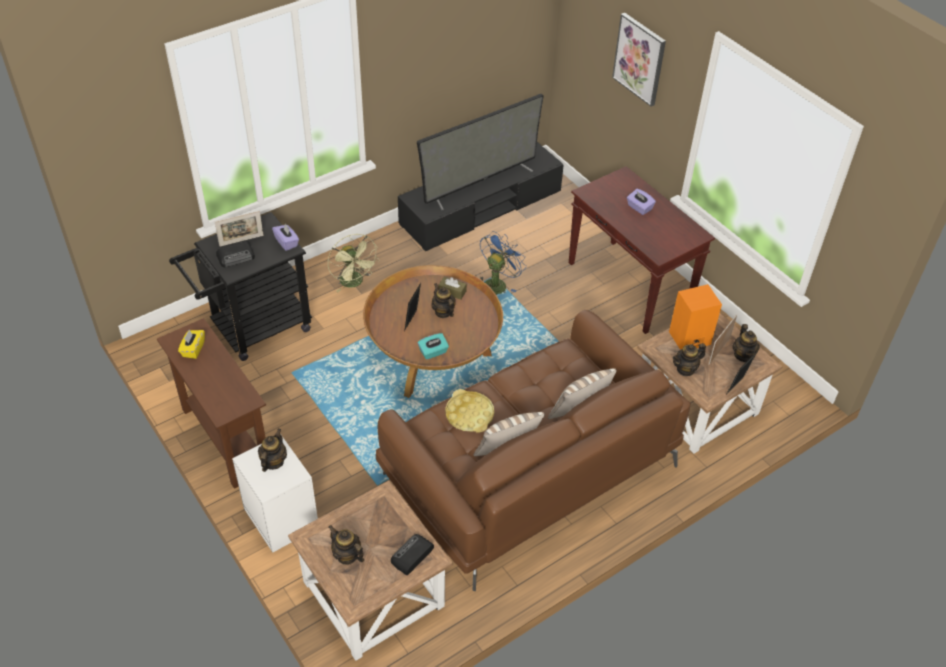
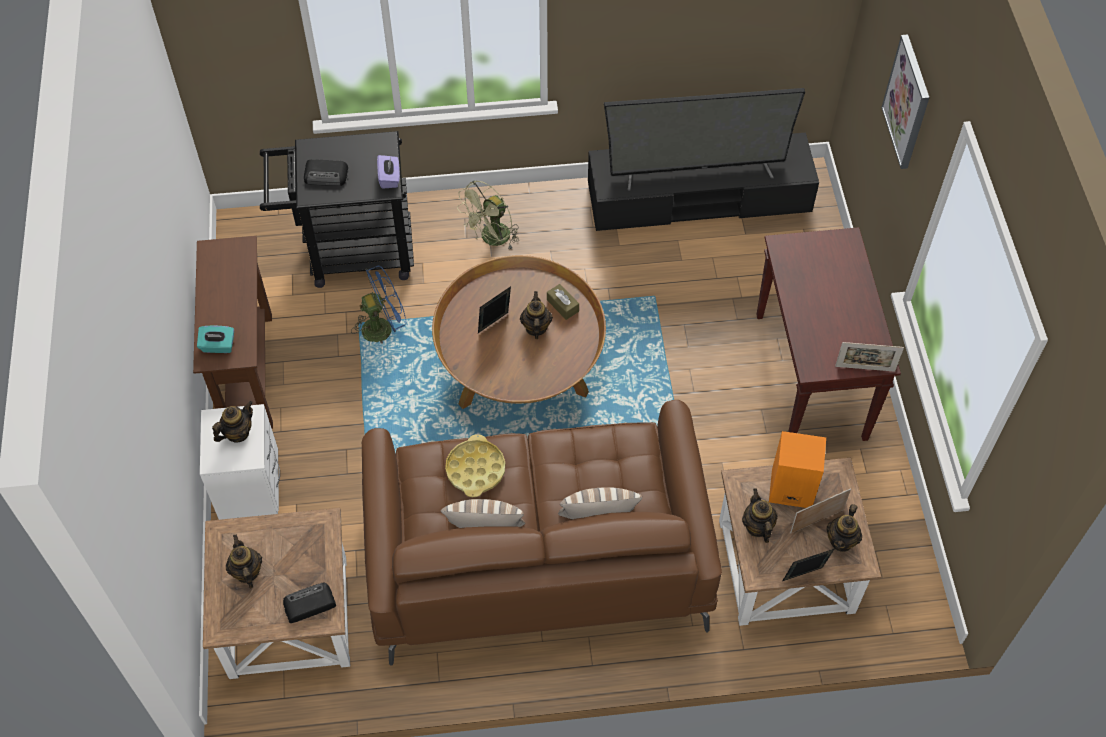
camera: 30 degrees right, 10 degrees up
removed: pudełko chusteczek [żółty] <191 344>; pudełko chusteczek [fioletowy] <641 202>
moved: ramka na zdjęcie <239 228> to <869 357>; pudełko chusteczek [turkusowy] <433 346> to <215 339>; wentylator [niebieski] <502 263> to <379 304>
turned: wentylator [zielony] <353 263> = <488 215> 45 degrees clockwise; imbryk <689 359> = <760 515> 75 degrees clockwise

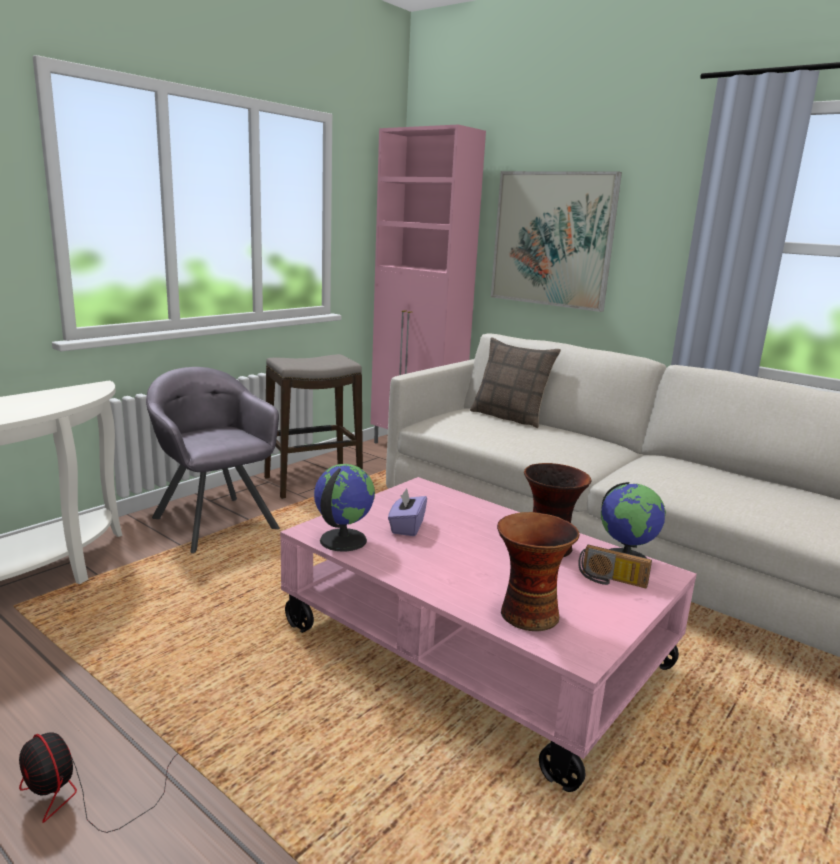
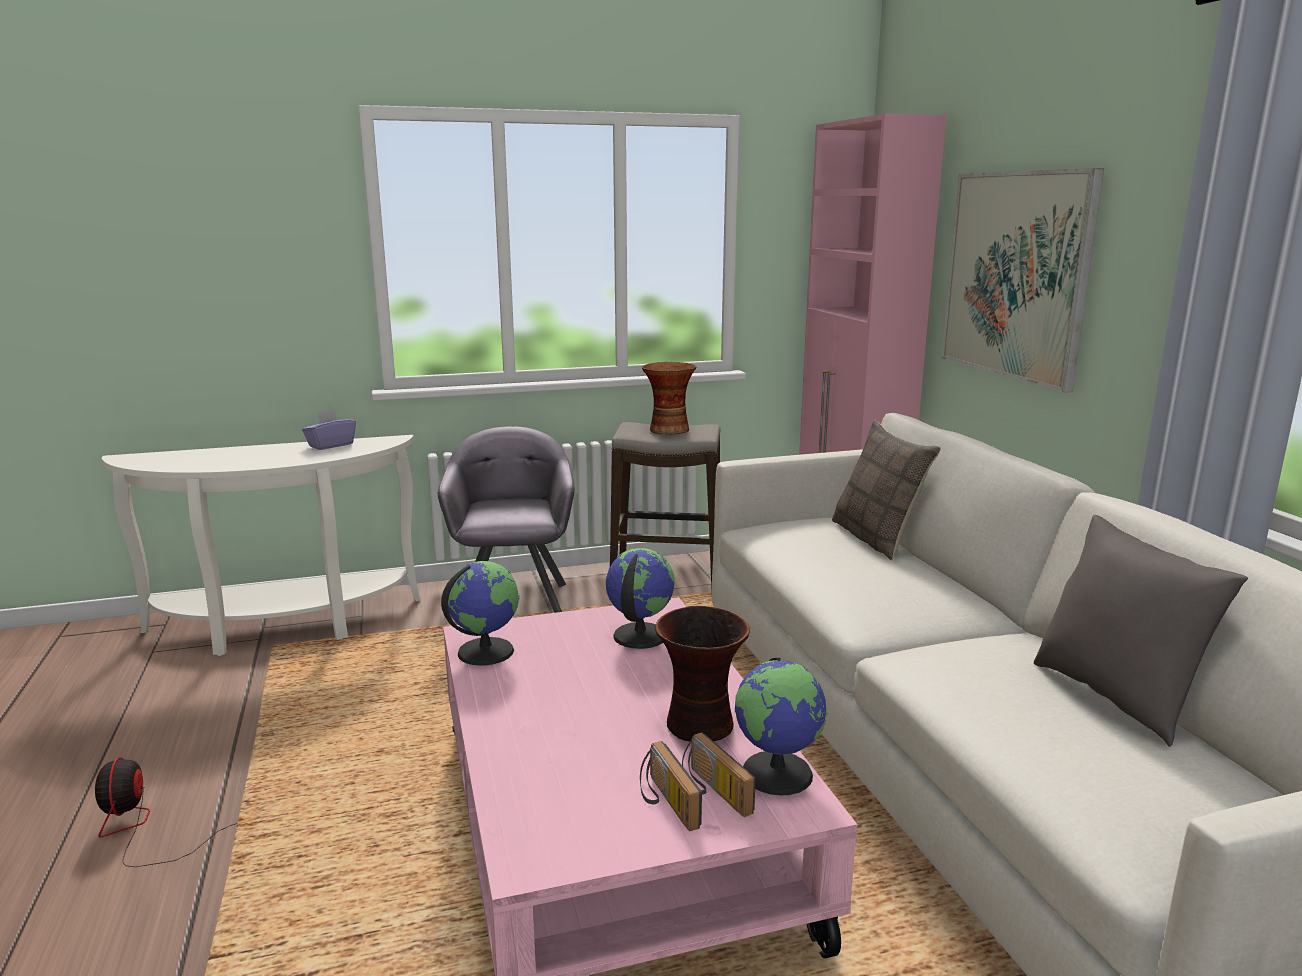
camera: 35 degrees right, 0 degrees up
added: globus <640 598>; radio <671 786>; poduszka [szary] <1141 631>
moved: pudełko chusteczek [fioletowy] <407 512> to <329 429>; wazon <538 571> to <669 398>

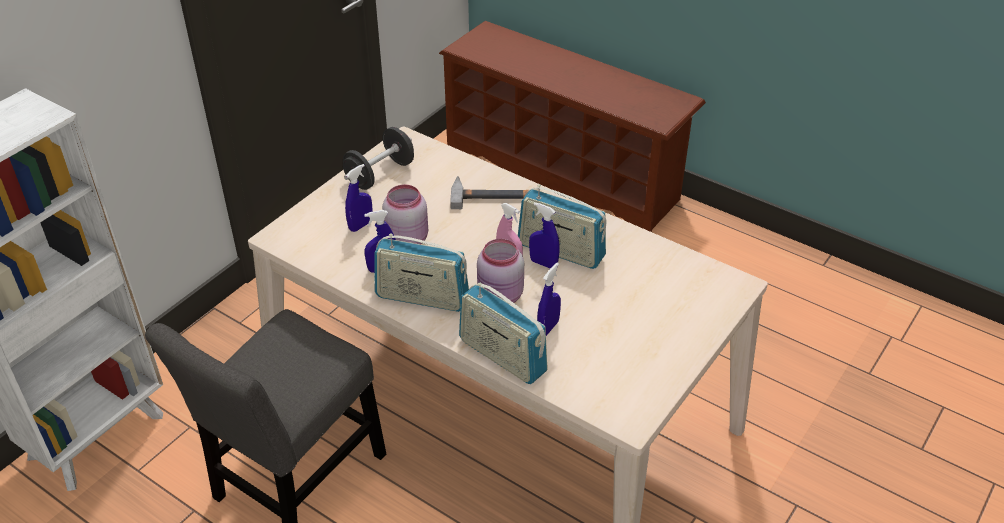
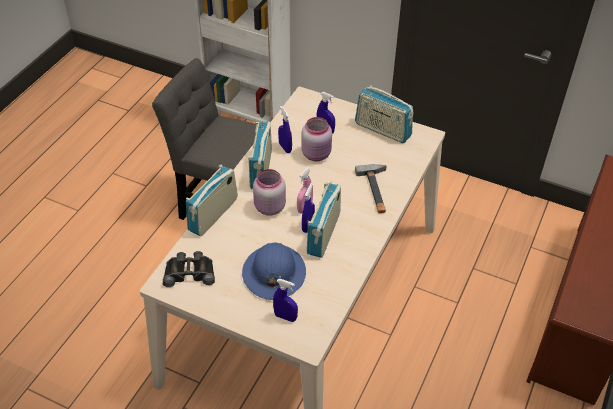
camera: 80 degrees right, 5 degrees up
added: lornetka [czarny] <189 269>; kask [niebieski] <274 271>
moved: spryskiwacz [niebieski] <549 299> to <285 300>
replaced: hantel [czarny] <378 158> to radio <384 114>

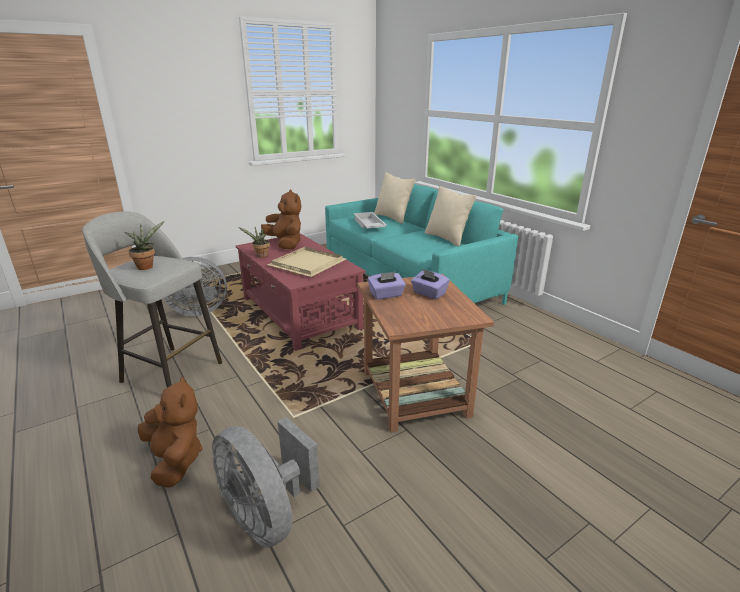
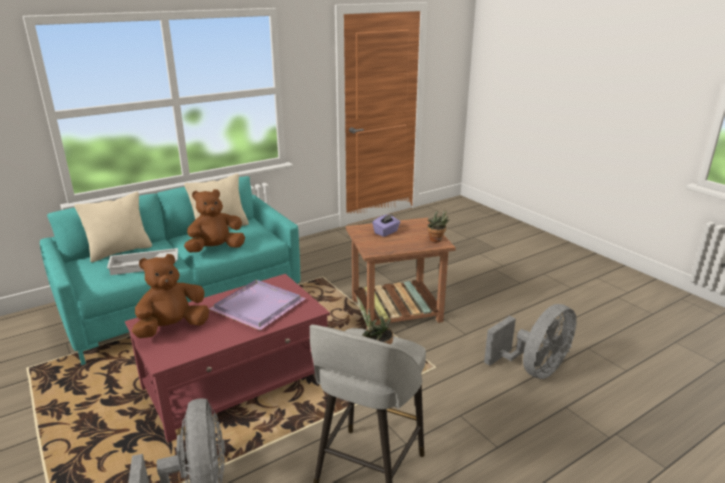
camera: 90 degrees left, 0 degrees up
removed: pudełko chusteczek [fioletowy] <387 286>
moved: pluszak [brązowy] <170 432> to <214 220>; roślina doniczkowa <254 242> to <438 225>
recoloured: taca [beżowy] <306 262> to taca [fioletowy] <257 304>

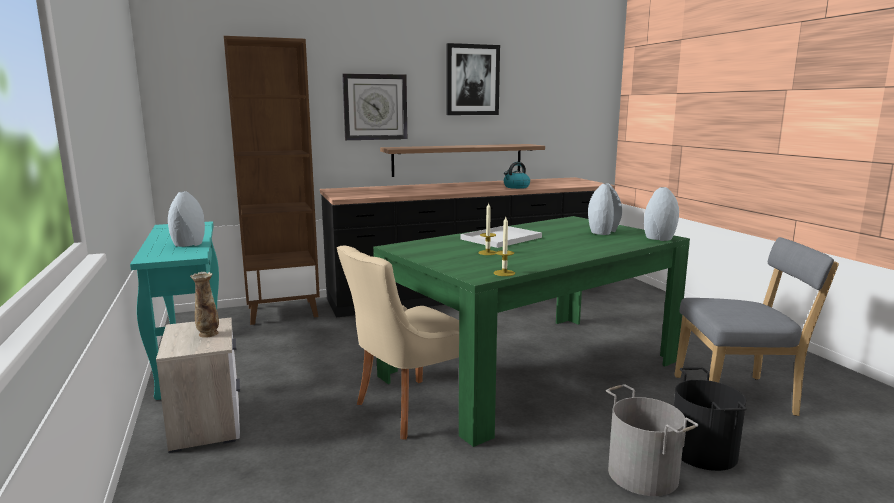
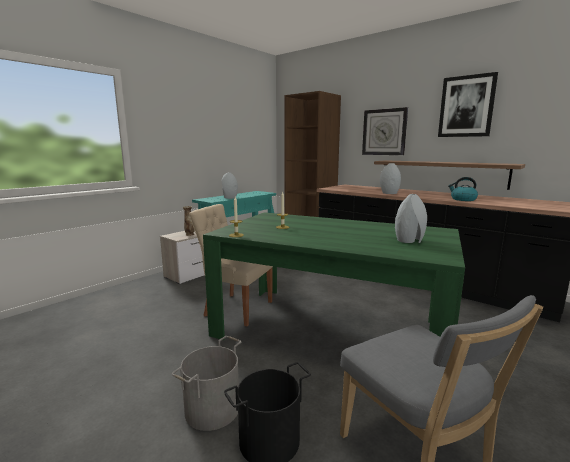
camera: 60 degrees right, 0 degrees up
removed: taca [biały] <501 237>
moved: wazon [szary] <661 214> to <390 178>

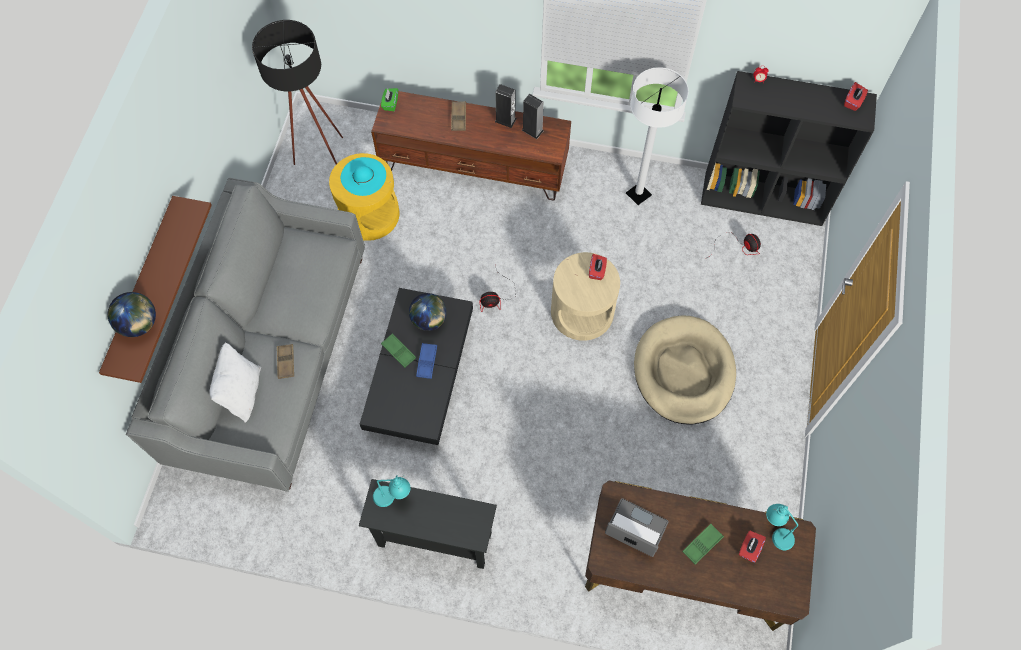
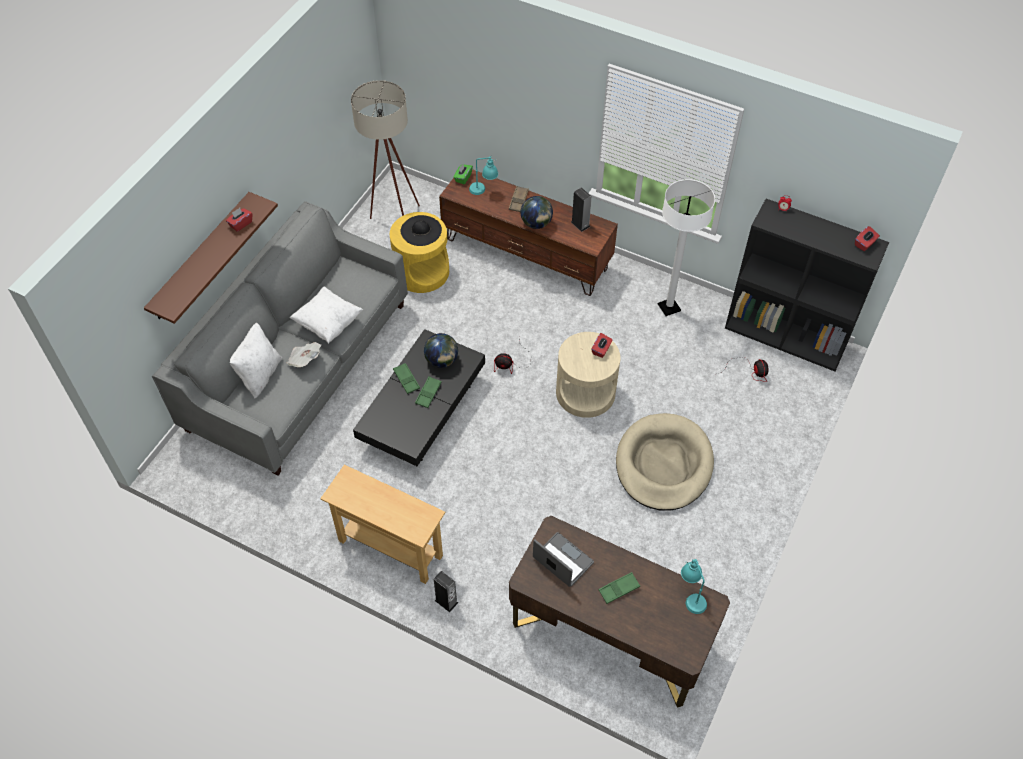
camera: 15 degrees right, 10 degrees down
added: poduszka [biały] <326 315>
moved: globus <131 314> to <537 212>; lampa stołowa [turkusowy] <392 491> to <483 175>; głośnik <505 106> to <446 591>; pudełko chusteczek [czerwony] <752 546> to <239 220>
replaced: taca [brązowy] <285 361> to gazeta <303 354>
recoloured: lampa stojąca [czarny] <297 92> to lampa stojąca [beżowy] <385 149>; kapelusz [turkusowy] <363 176> to kapelusz [czarny] <421 230>; stolik konsolowy [czarny] <428 524> to stolik konsolowy [beżowy] <382 524>; taca [niebieski] <426 361> to taca [zielony] <428 392>

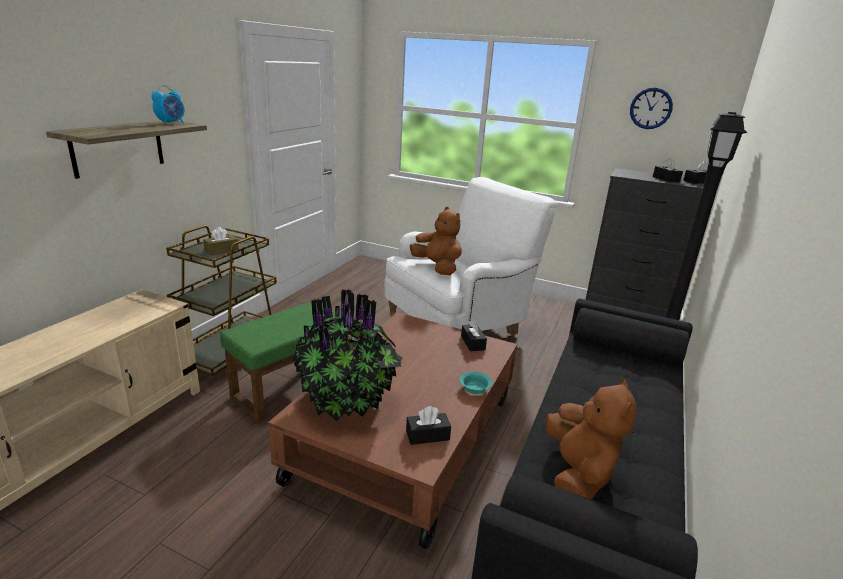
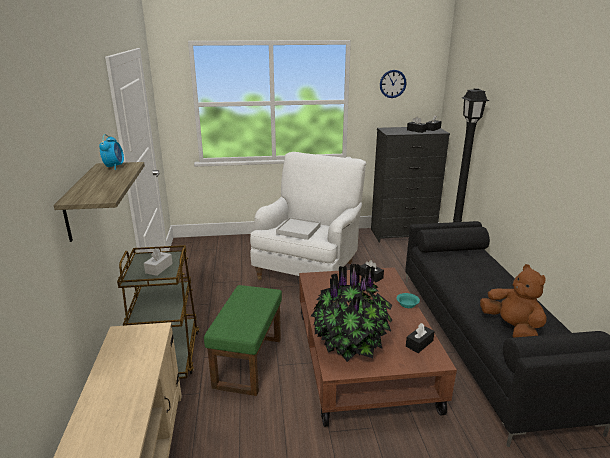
camera: 30 degrees left, 0 degrees up
replaced: pluszak [brązowy] <436 241> to taca [biały] <298 228>
recoloured: pudełko chusteczek [brązowy] <221 241> to pudełko chusteczek [biały] <158 262>

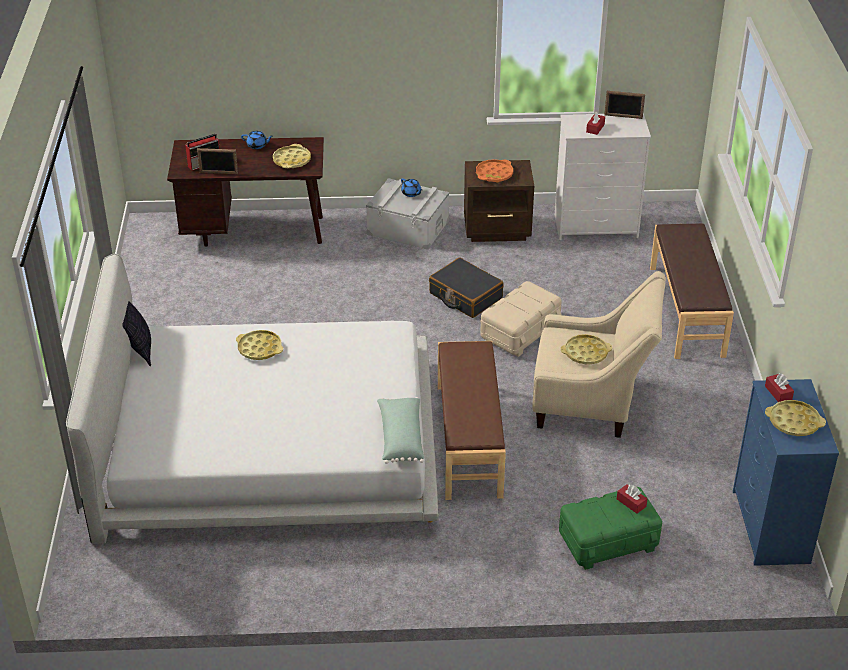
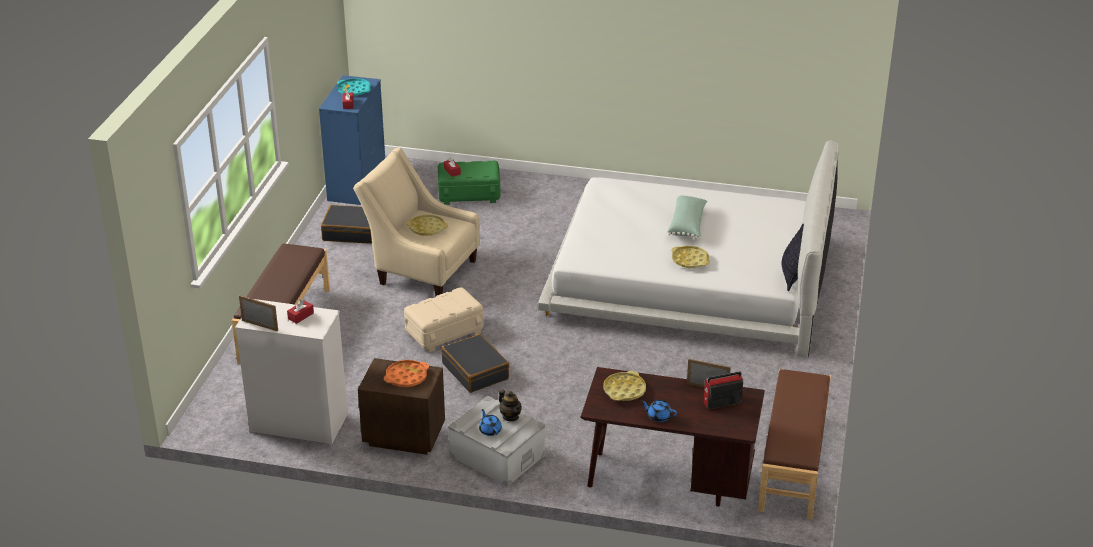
camera: 165 degrees left, 5 degrees down
added: walizka [czarny] <346 224>; imbryk <510 405>
moved: poduszka [zielony] <400 430> to <687 217>; ławka [brązowy] <472 420> to <794 444>
recoloured: taca [żółty] <795 418> to taca [turkusowy] <354 87>

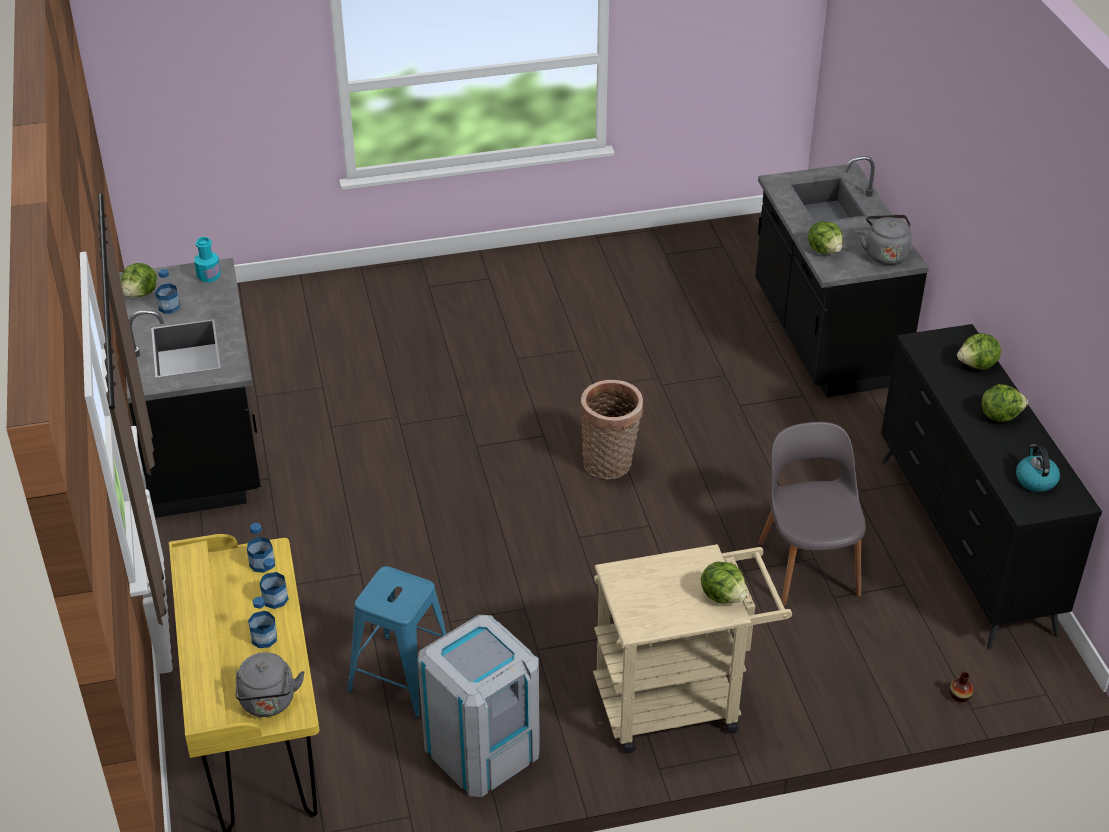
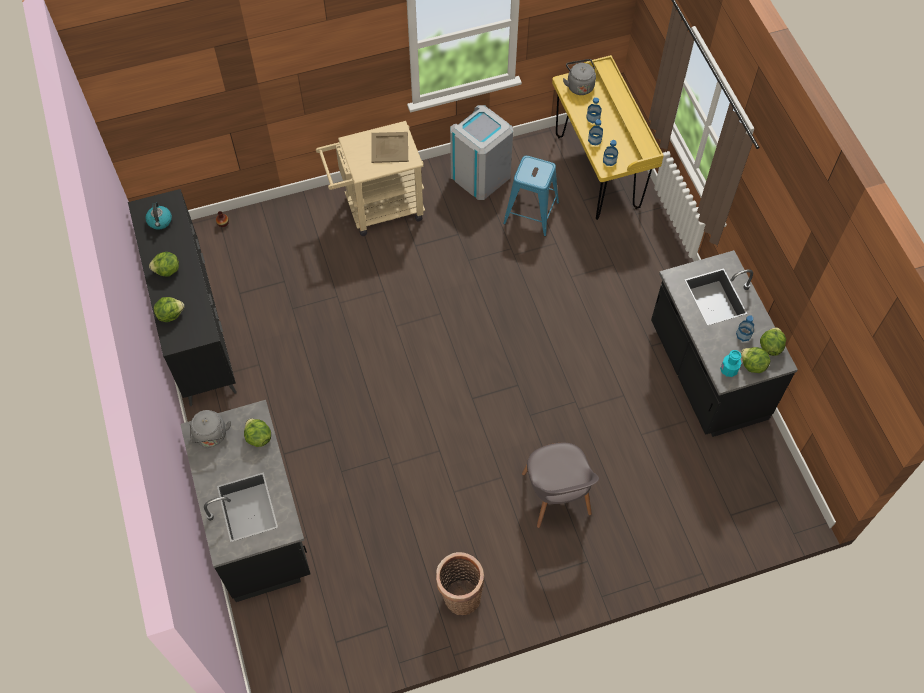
camera: 175 degrees right, 20 degrees up
added: taca [beżowy] <389 147>
moved: koszyk <611 429> to <460 583>; sałata <724 582> to <756 360>; krzesło [szary] <812 514> to <560 485>

